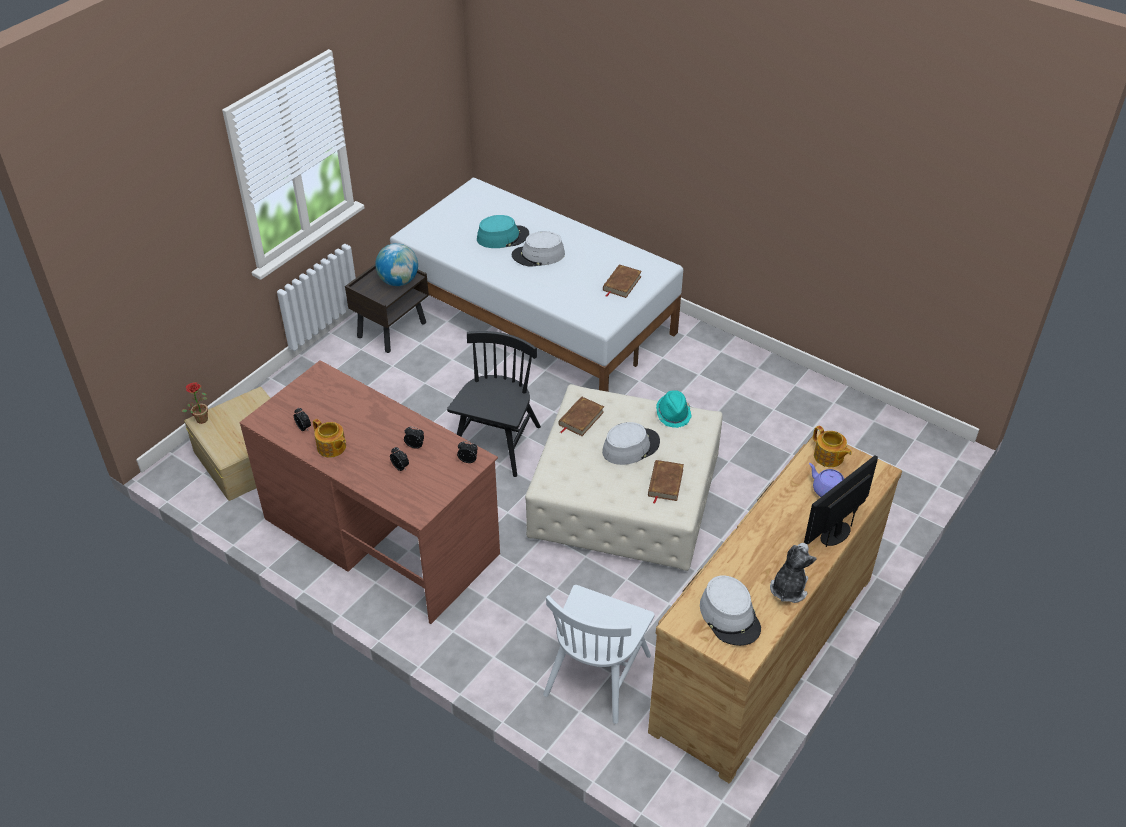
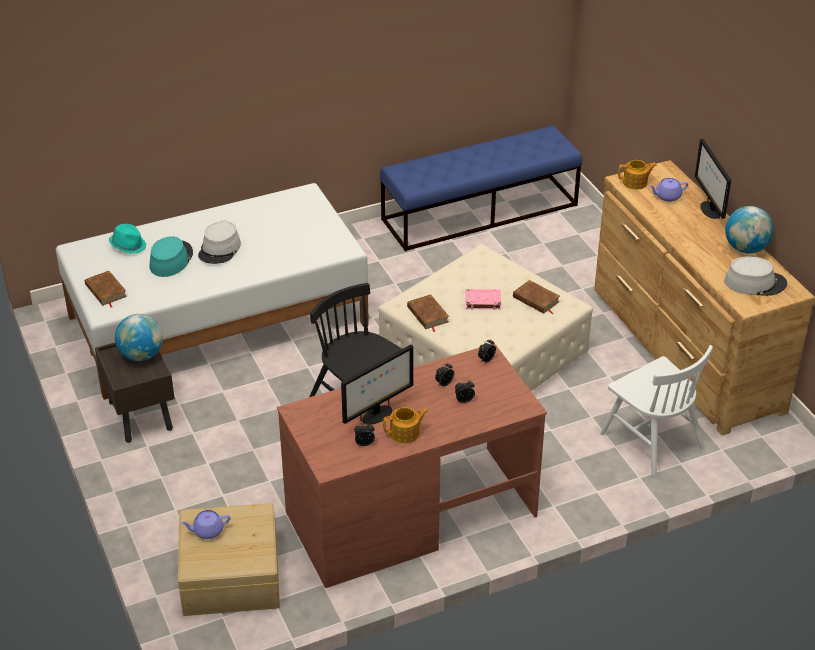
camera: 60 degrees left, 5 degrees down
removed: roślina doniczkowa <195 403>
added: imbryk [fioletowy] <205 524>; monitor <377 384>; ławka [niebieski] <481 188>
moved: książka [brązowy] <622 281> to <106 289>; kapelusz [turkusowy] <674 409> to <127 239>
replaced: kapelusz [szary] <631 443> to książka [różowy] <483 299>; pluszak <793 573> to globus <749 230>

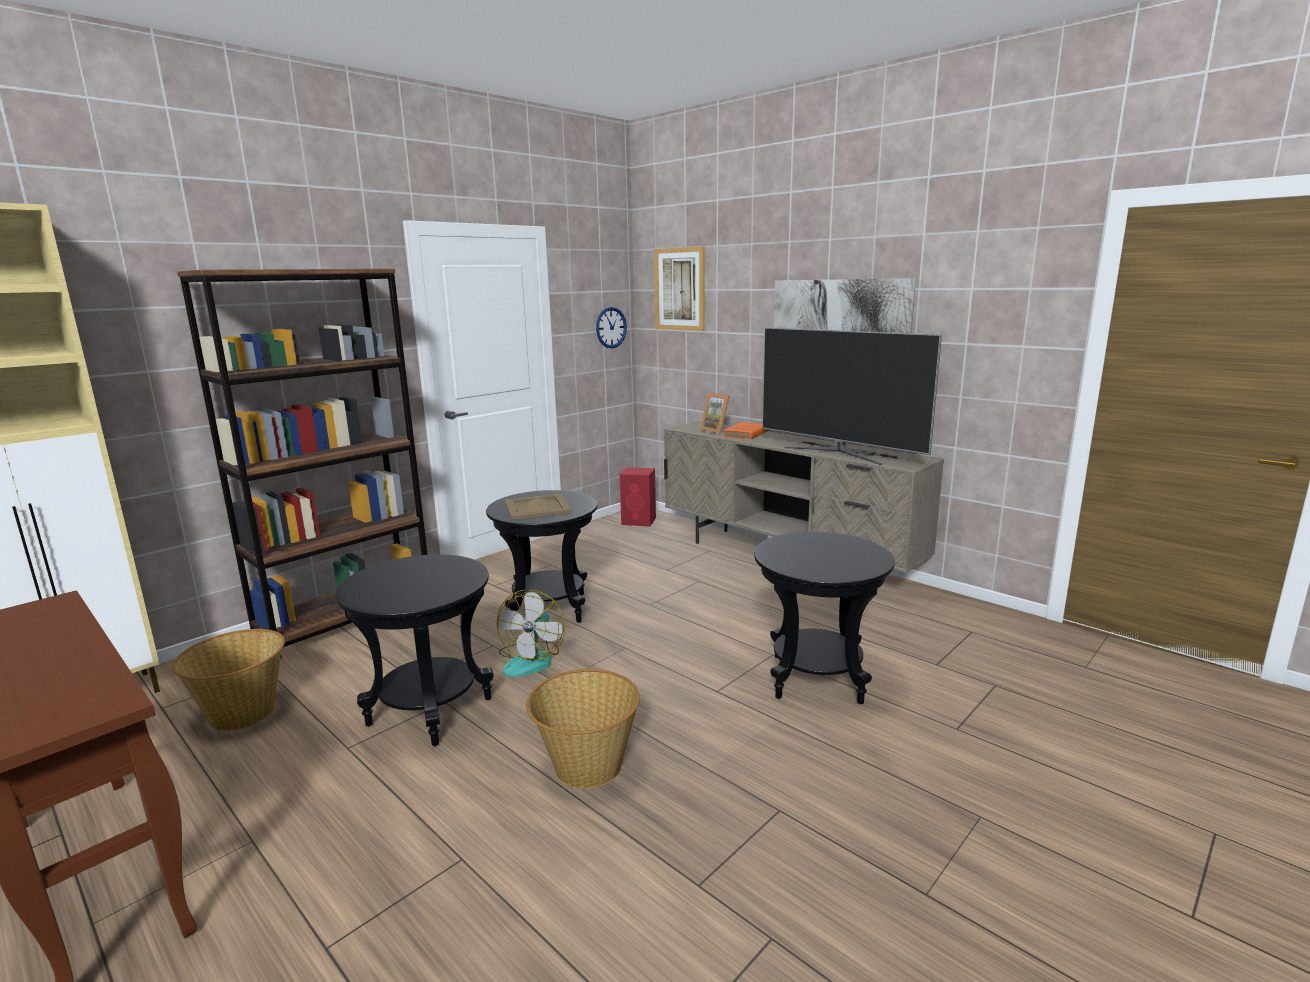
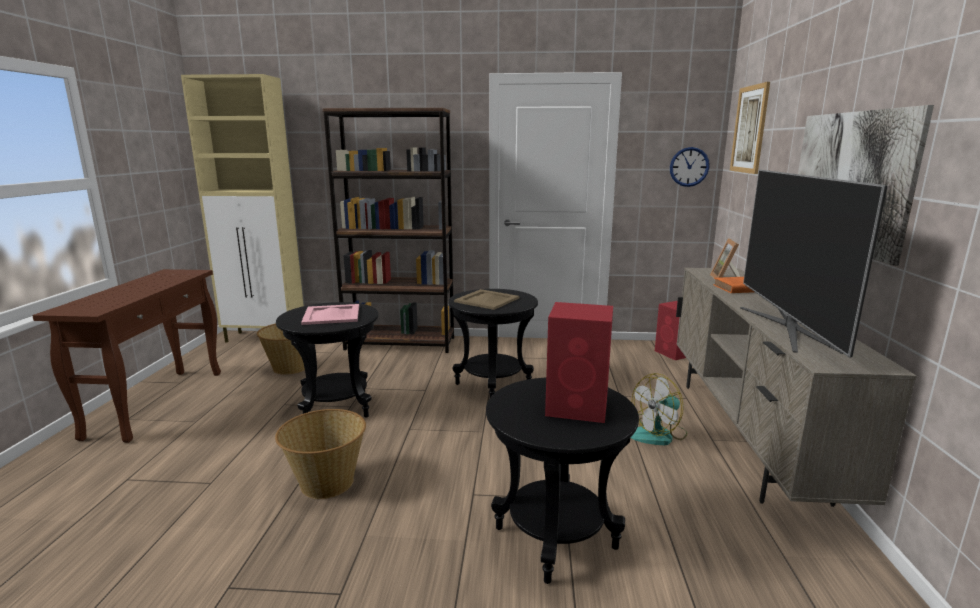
camera: 50 degrees right, 0 degrees up
added: taca [różowy] <330 314>; głośnik [czerwony] <579 362>
moved: wentylator <531 633> to <658 409>

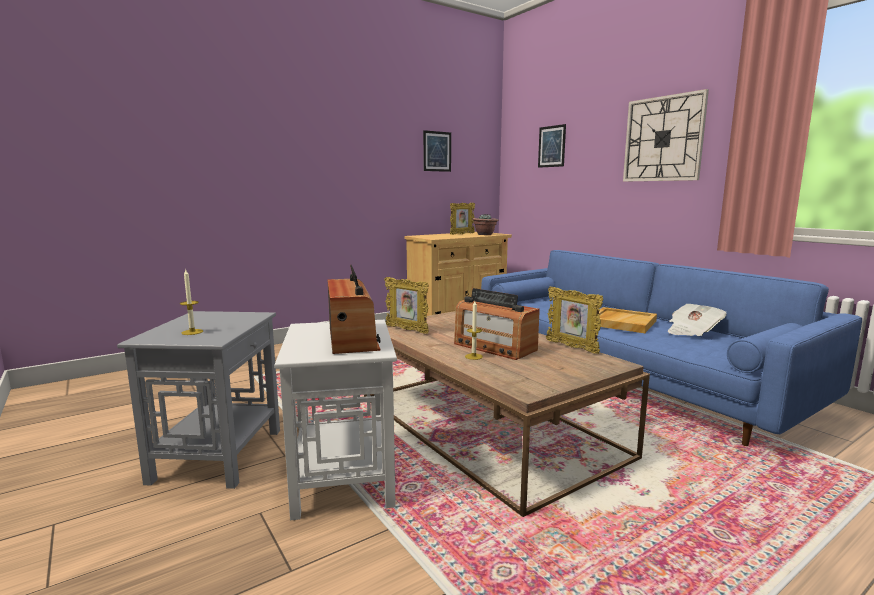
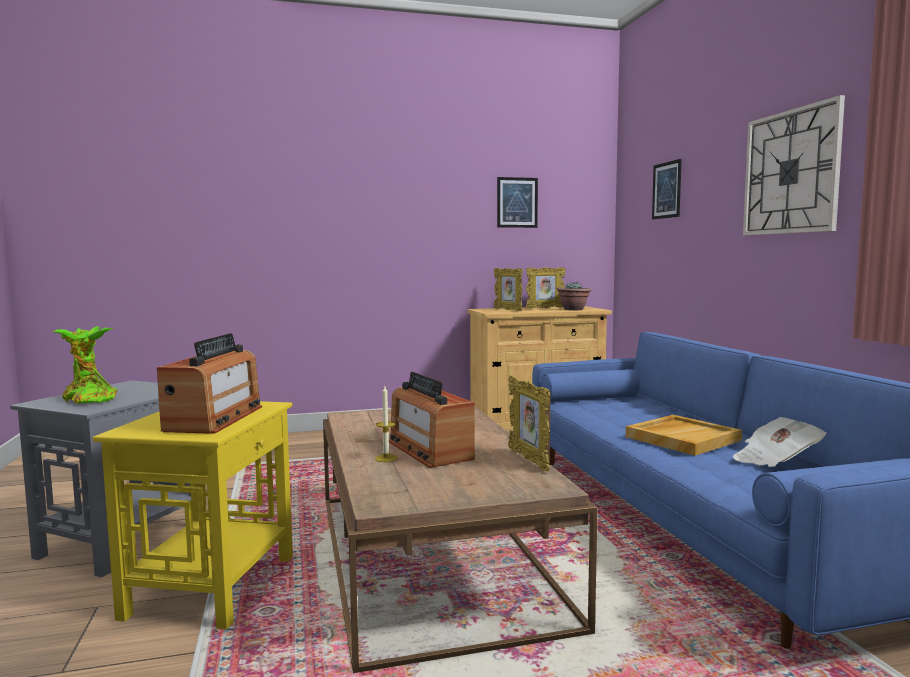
camera: 20 degrees right, 5 degrees down
moved: ramka na zdjęcie <406 305> to <508 289>
replaced: świeca <191 302> to roślina doniczkowa <85 364>
recoloured: stolik [biały] <335 420> to stolik [żółty] <193 515>

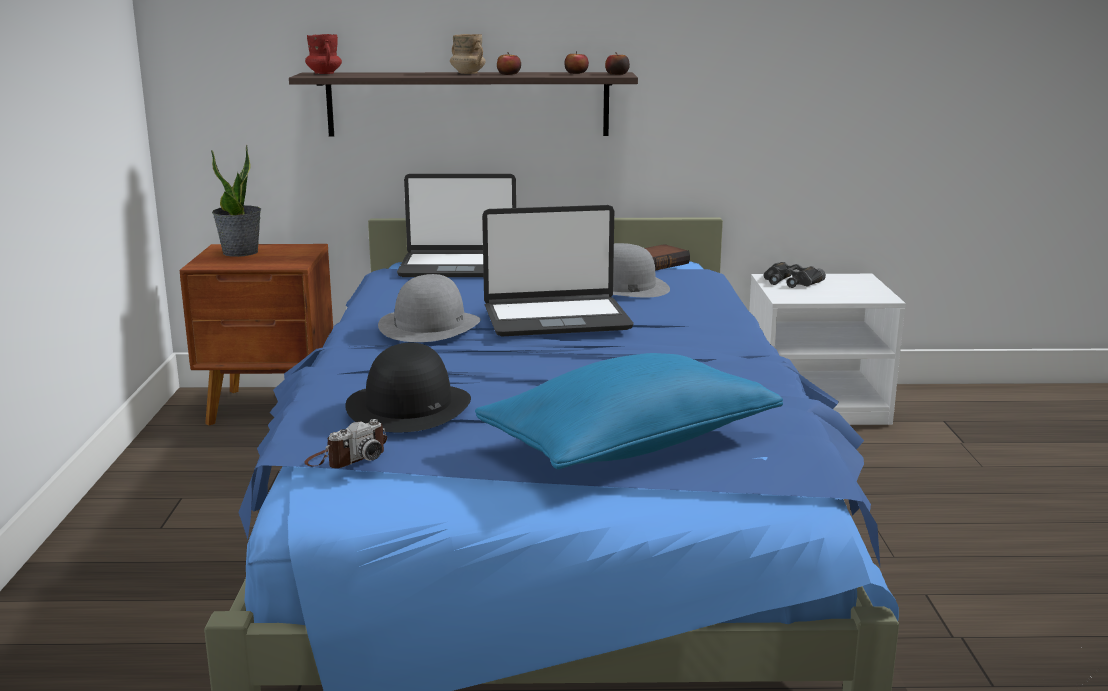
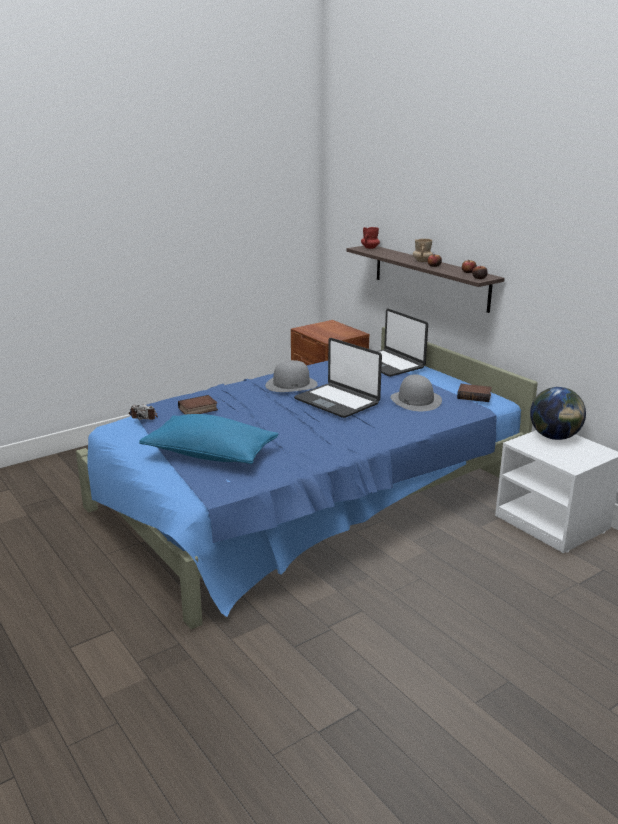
camera: 55 degrees right, 5 degrees up
removed: roślina doniczkowa <236 201>
replaced: kapelusz [czarny] <408 387> to książka <198 405>; lornetka [czarny] <794 275> to globus <558 413>

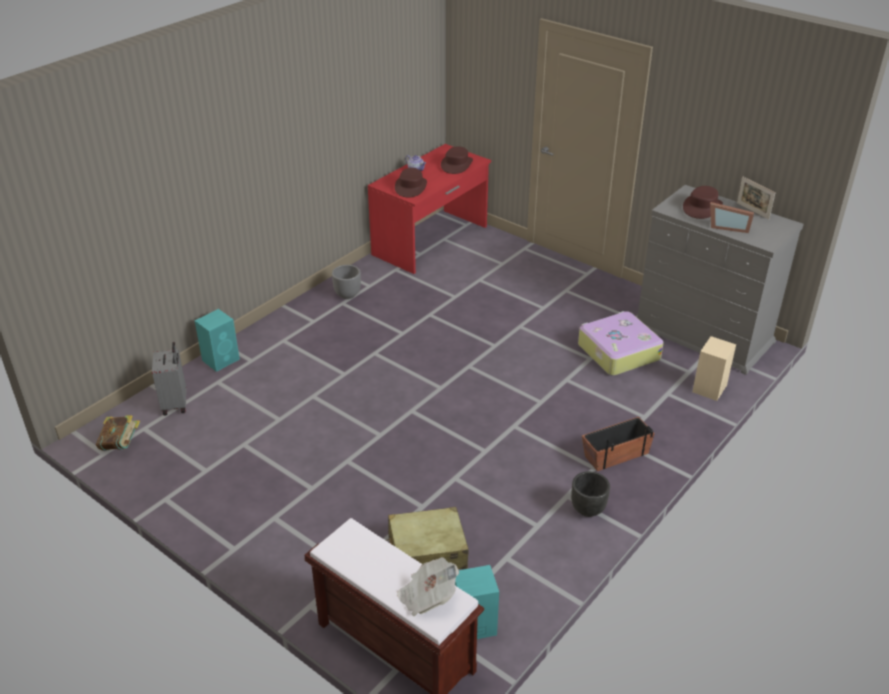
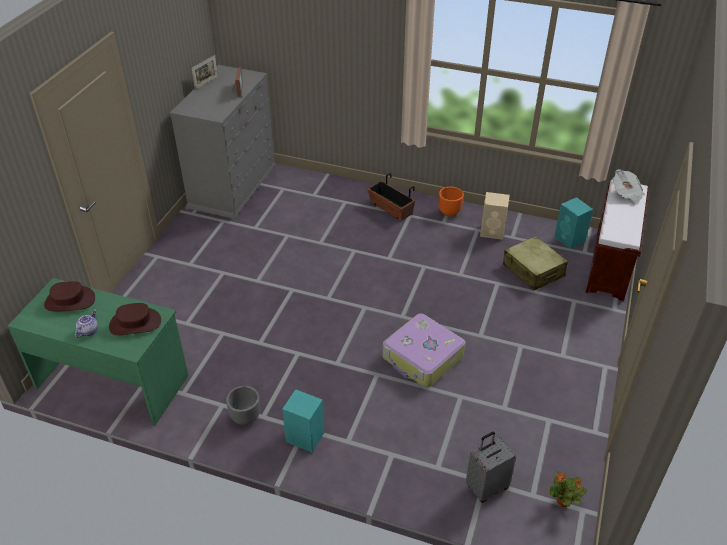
camera: 110 degrees left, 5 degrees up
removed: kapelusz [brązowy] <703 202>
moved: głośnik [turkusowy] <217 340> to <303 420>; walizka <621 343> to <424 350>; głośnik [beżowy] <714 368> to <495 216>
replaced: książka <118 433> to roślina doniczkowa <567 489>
recoloured: biurko [czerwony] <429 209> to biurko [zielony] <98 351>; donica [czarny] <590 494> to donica [pomarańczowy] <451 202>

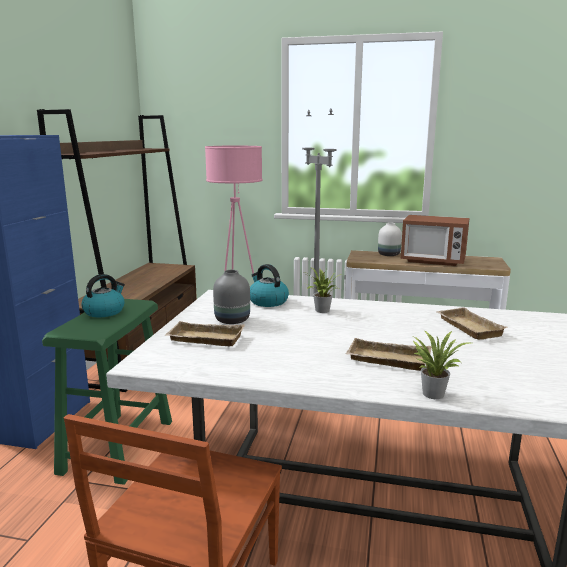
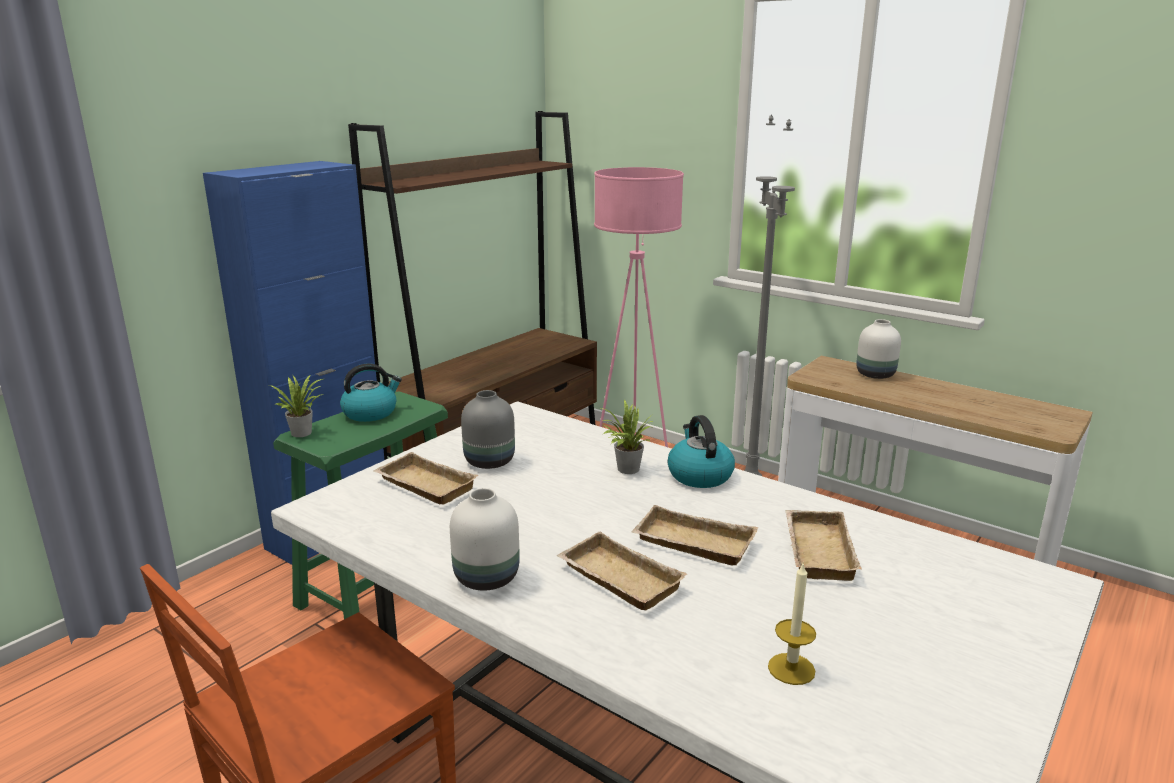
camera: 25 degrees right, 5 degrees up
removed: mikrofalówka <435 240>
added: wazon [biały] <485 539>; taca [beżowy] <695 535>; świeca <792 623>
moved: czajnik <269 285> to <701 451>; roślina doniczkowa <442 364> to <296 406>

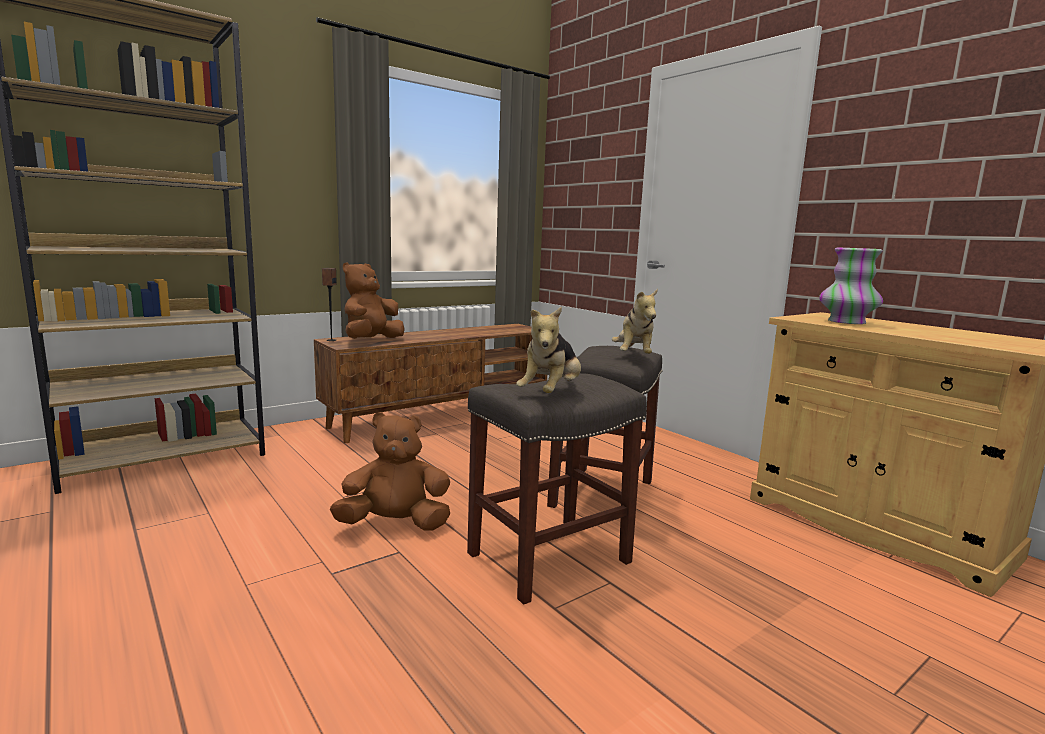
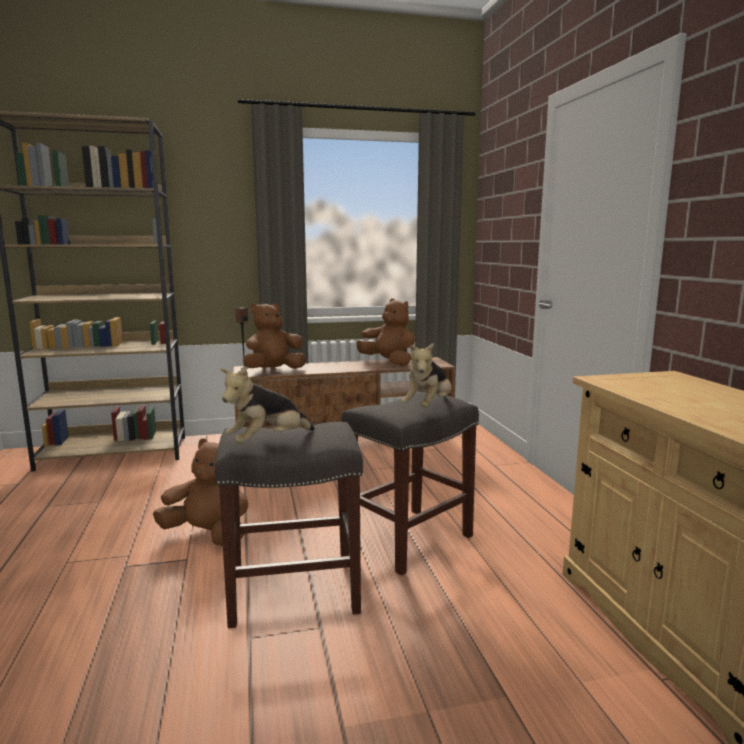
camera: 25 degrees right, 0 degrees up
removed: wazon <851 285>
added: pluszak [brązowy] <386 332>

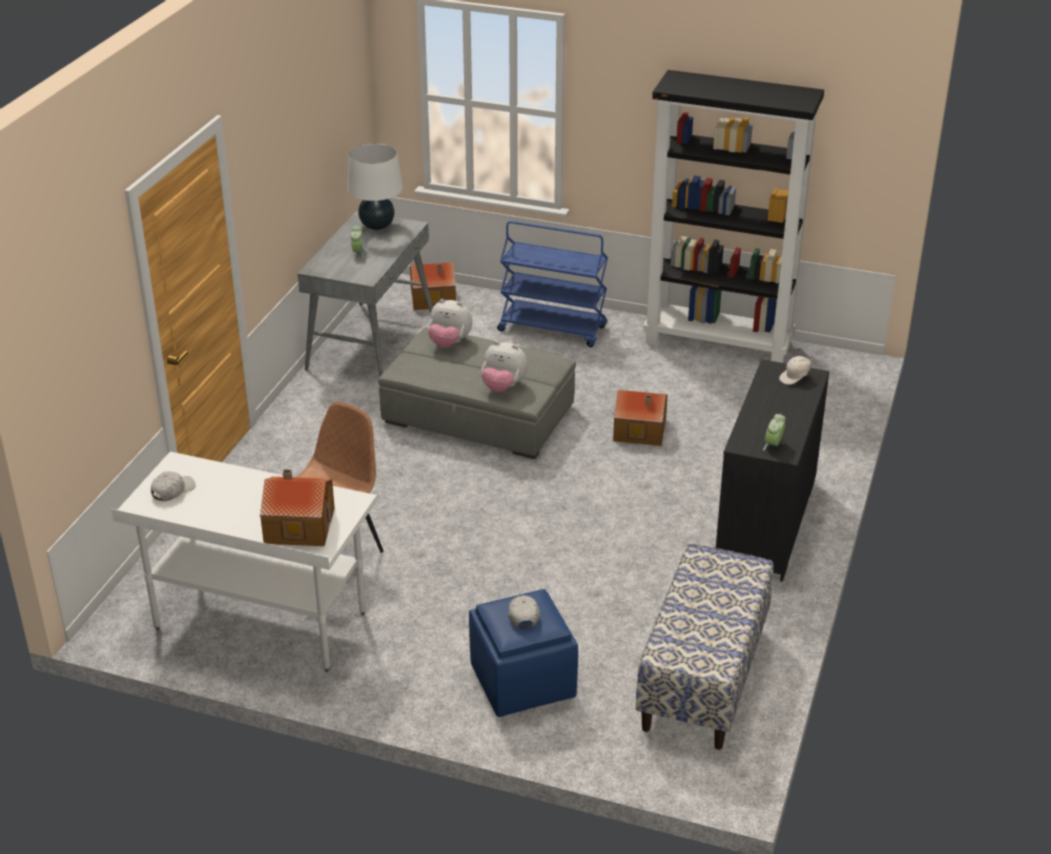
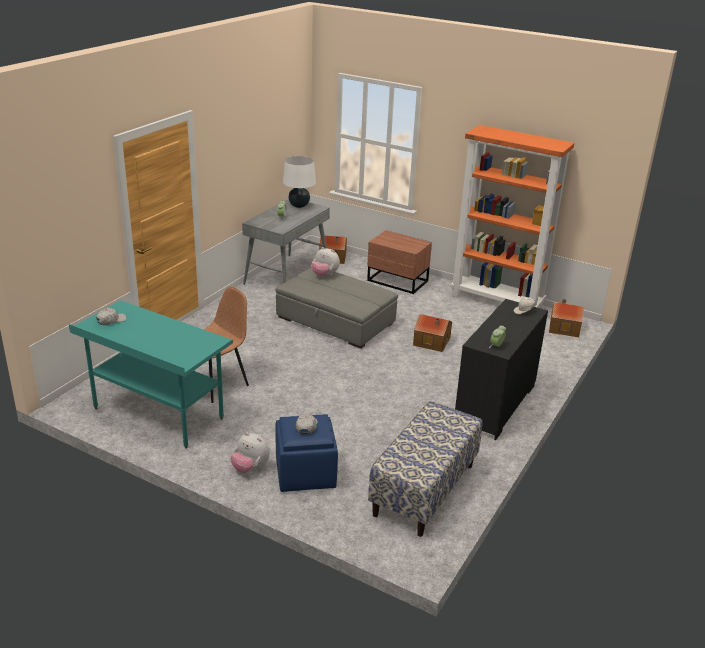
camera: 10 degrees right, 5 degrees down
moved: domek <297 507> to <566 318>; pluszak <504 366> to <250 452>
replaced: wózek [niebieski] <552 284> to szafka nocna [brązowy] <399 262>
recoloured: biurko [biały] <244 562> to biurko [turkusowy] <151 374>; regał [czarny] <733 216> to regał [pomarańczowy] <512 217>

